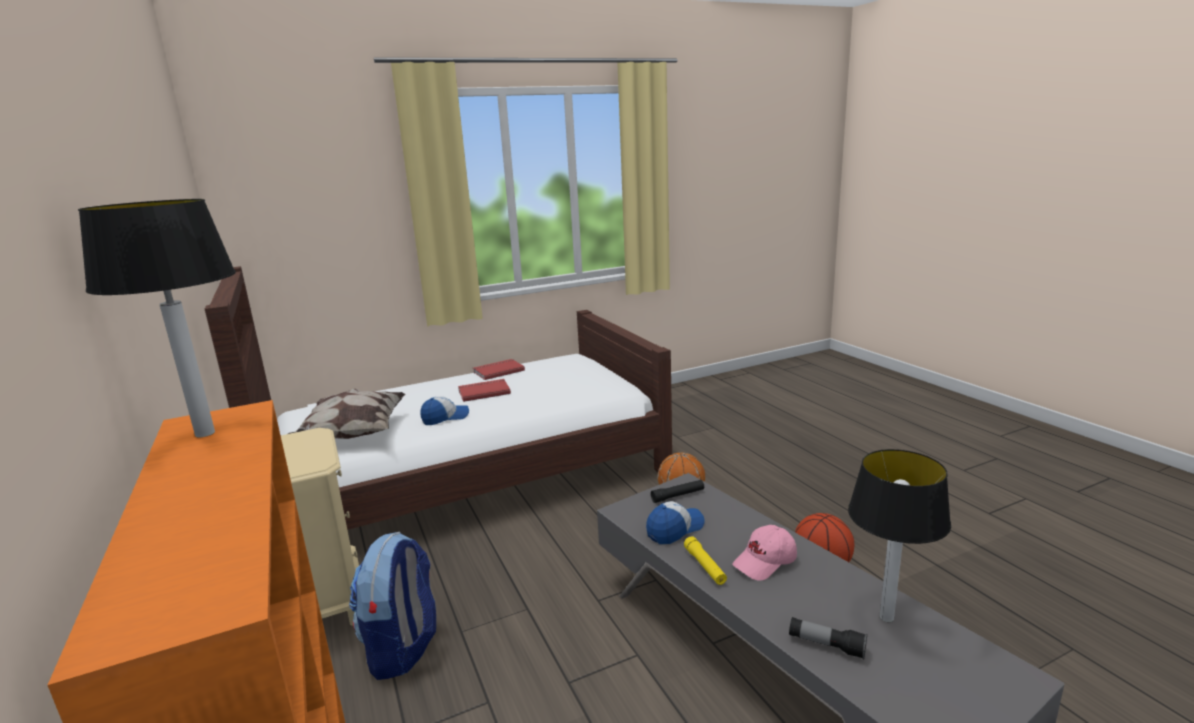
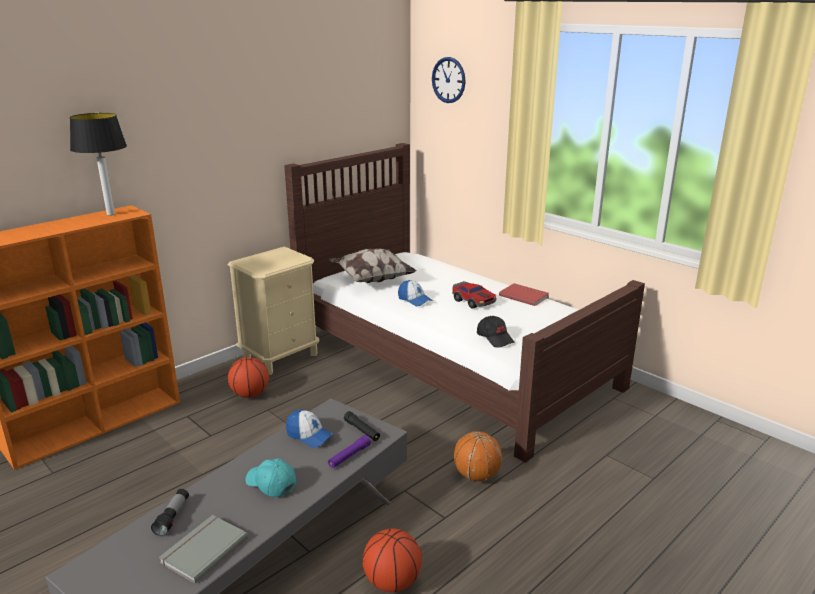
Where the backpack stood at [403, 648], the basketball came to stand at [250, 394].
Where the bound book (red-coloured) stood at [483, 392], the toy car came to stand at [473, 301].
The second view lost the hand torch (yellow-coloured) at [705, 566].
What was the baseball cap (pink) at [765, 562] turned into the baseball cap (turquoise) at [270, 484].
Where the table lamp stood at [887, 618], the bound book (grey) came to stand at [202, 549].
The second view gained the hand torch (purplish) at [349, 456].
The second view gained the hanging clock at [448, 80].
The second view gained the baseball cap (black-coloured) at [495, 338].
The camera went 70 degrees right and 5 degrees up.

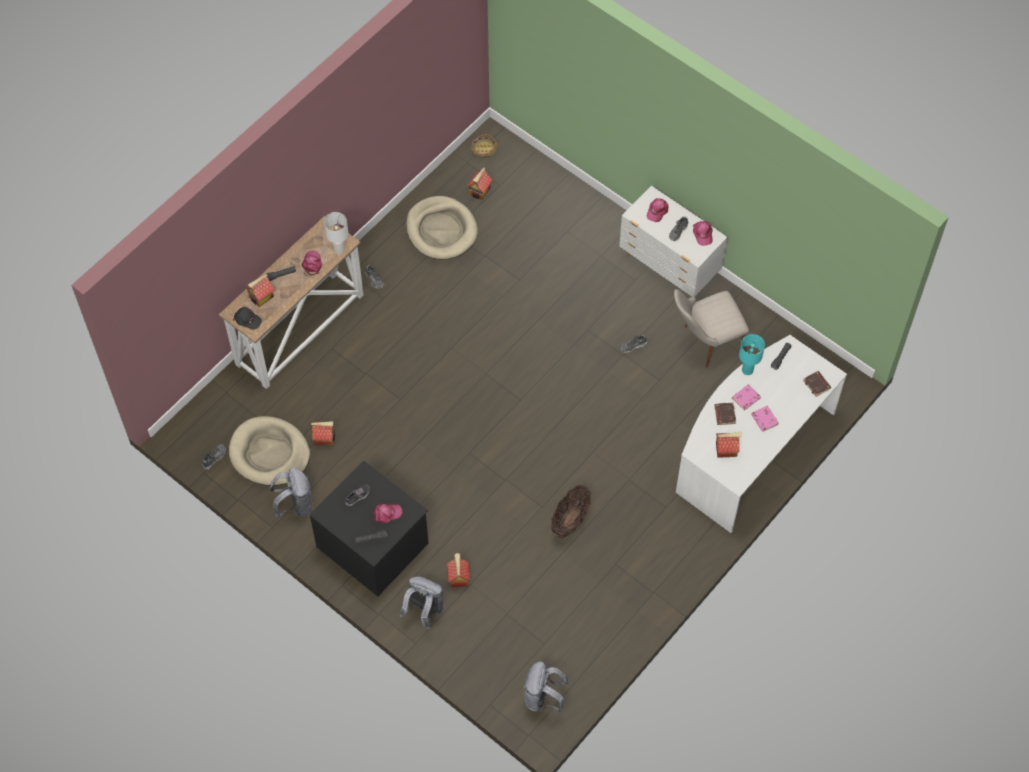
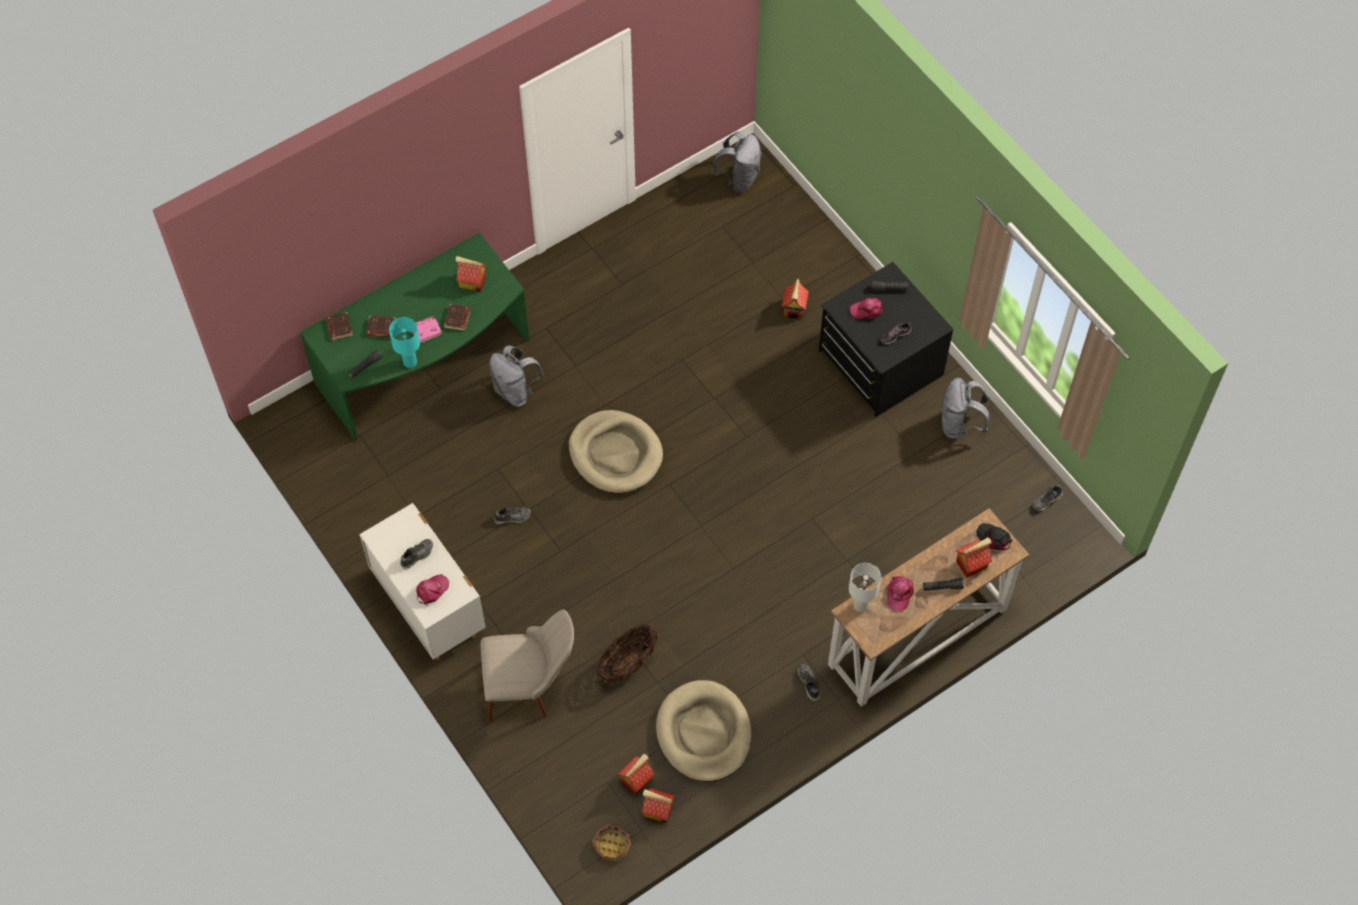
The dog cushion (beige) ended up elsewhere, having gone from [269, 453] to [615, 454].
The model house ended up elsewhere, having gone from [325, 437] to [657, 810].
The backpack (grey) ended up elsewhere, having gone from [424, 611] to [516, 391].
The storage basket ended up elsewhere, having gone from [570, 520] to [627, 663].
The chair (beige) ended up elsewhere, having gone from [705, 343] to [529, 686].
What was the desk (white) at [751, 449] turned into the desk (green-coloured) at [426, 366].
The second view lost the baseball cap (pink) at [702, 234].
The second view lost the bound book (pink) at [764, 419].
The second view gained the bound book (brownish) at [381, 328].
The camera went 165 degrees left and 0 degrees up.

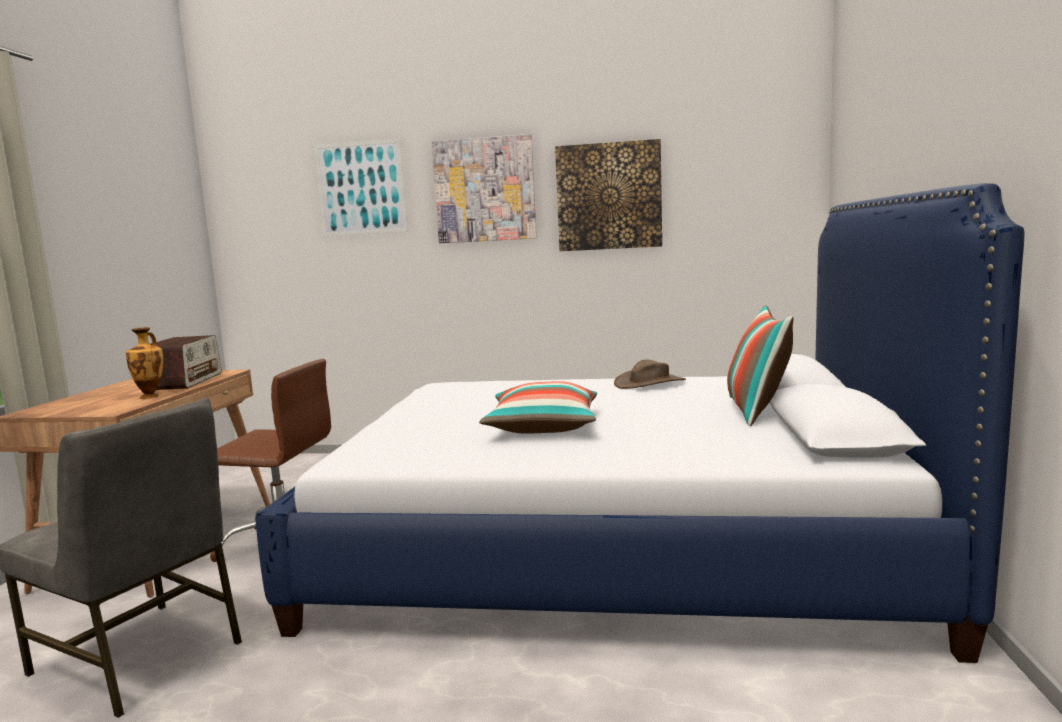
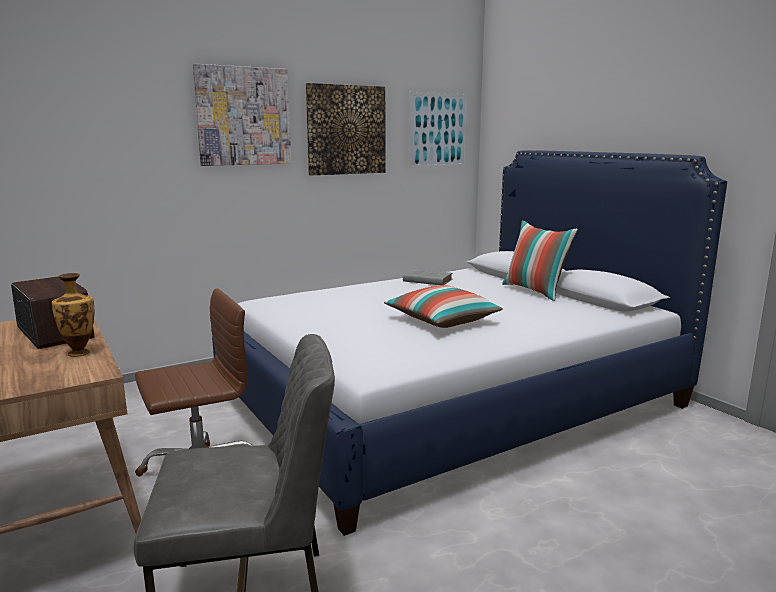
The wall art ended up elsewhere, having gone from [361, 188] to [438, 130].
Where the clothing hat (brownish) stood at [649, 383], the bound book (grey) came to stand at [426, 280].
The camera went 40 degrees left and 5 degrees up.

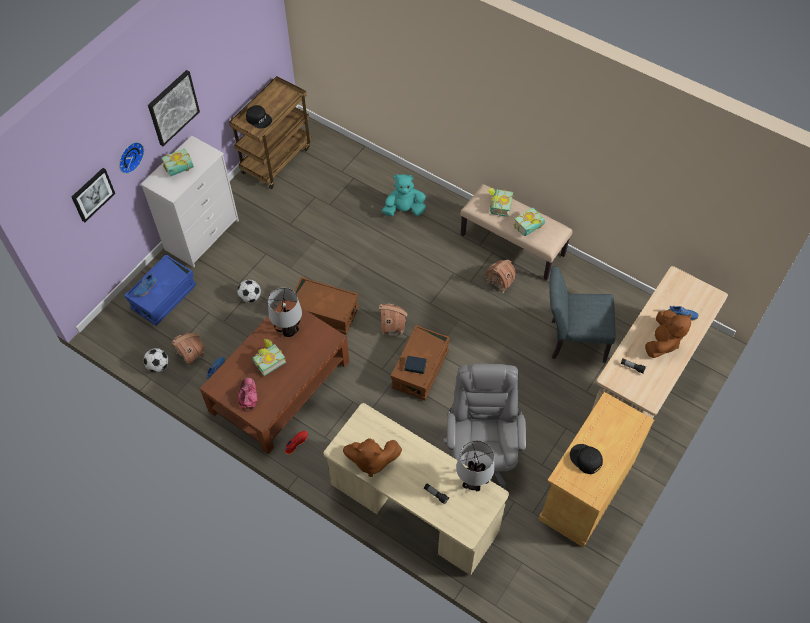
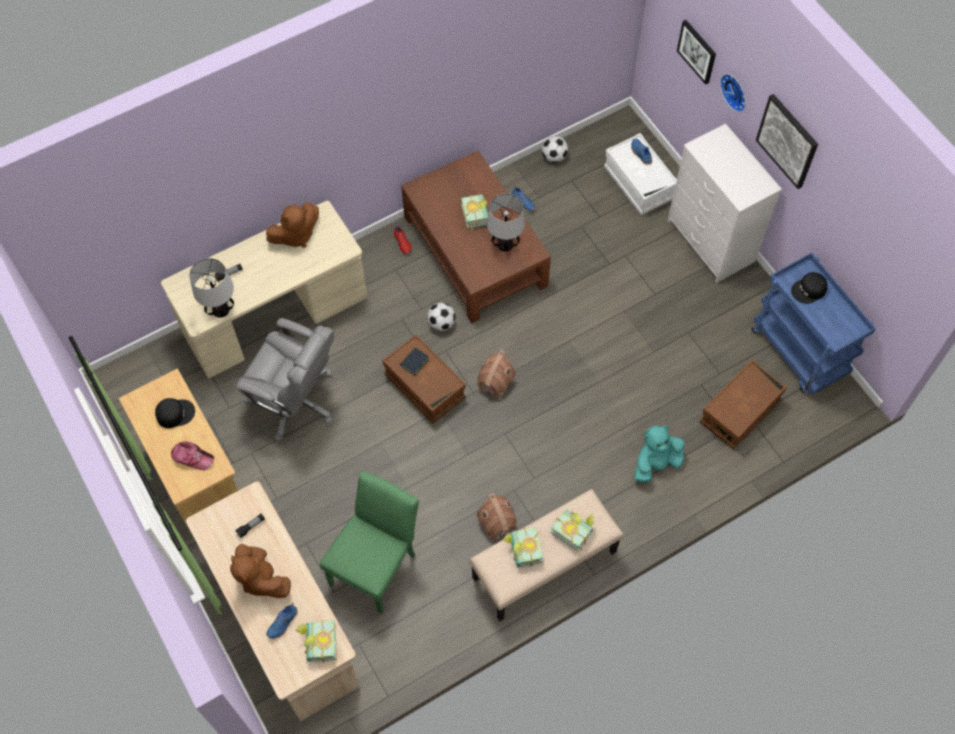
What was the storage bin (bluish) at [164, 297] turned into the storage bin (white) at [638, 183].
The bound book ended up elsewhere, having gone from [180, 170] to [317, 644].
The second view lost the model house at [191, 353].
What was the cart (brownish) at [276, 159] turned into the cart (bluish) at [800, 352].
The football ball ended up elsewhere, having gone from [250, 297] to [441, 323].
The baseball cap ended up elsewhere, having gone from [248, 396] to [192, 457].
The storage bin (brownish) ended up elsewhere, having gone from [324, 313] to [739, 412].
The soft toy (brownish) at [371, 461] ended up facing another way, 150 degrees counterclockwise from before.
The soft toy (turquoise) at [404, 210] ended up facing another way, 135 degrees counterclockwise from before.
What was the chair (grey) at [572, 340] turned into the chair (green-coloured) at [377, 564].
The camera went 115 degrees right and 5 degrees up.

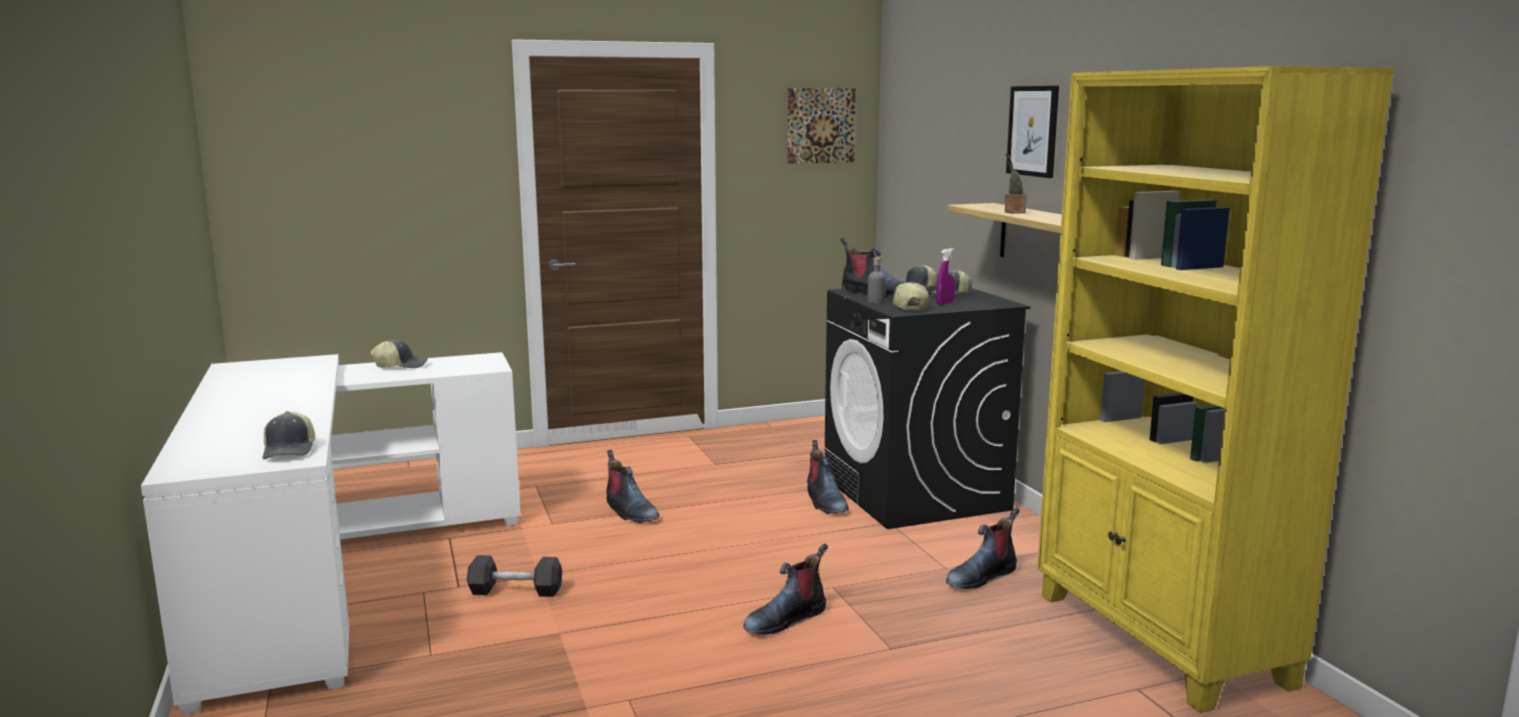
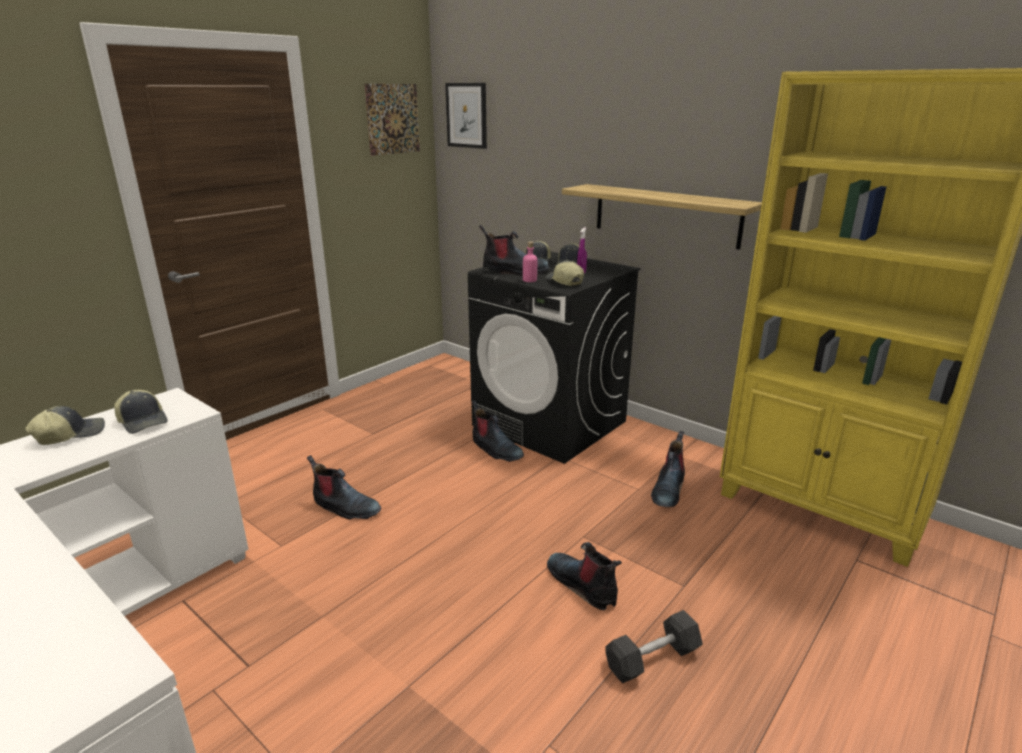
The baseball cap ended up elsewhere, having gone from [290, 450] to [144, 421].
The free weight (grey) ended up elsewhere, having gone from [515, 591] to [652, 659].
The high-top boot at [785, 619] ended up facing another way, 120 degrees clockwise from before.
What was the drink bottle (grey) at [875, 302] turned into the drink bottle (pink) at [529, 280].
The second view lost the houseplant at [1013, 212].
The wall art ended up elsewhere, having gone from [1033, 131] to [467, 115].
The camera went 30 degrees left and 10 degrees up.

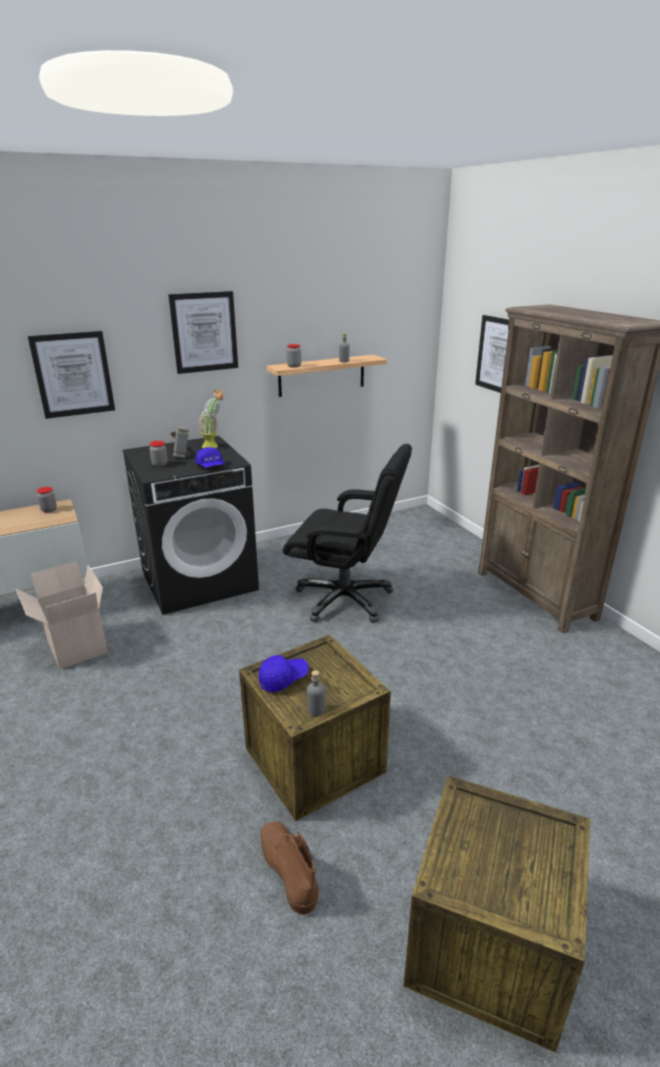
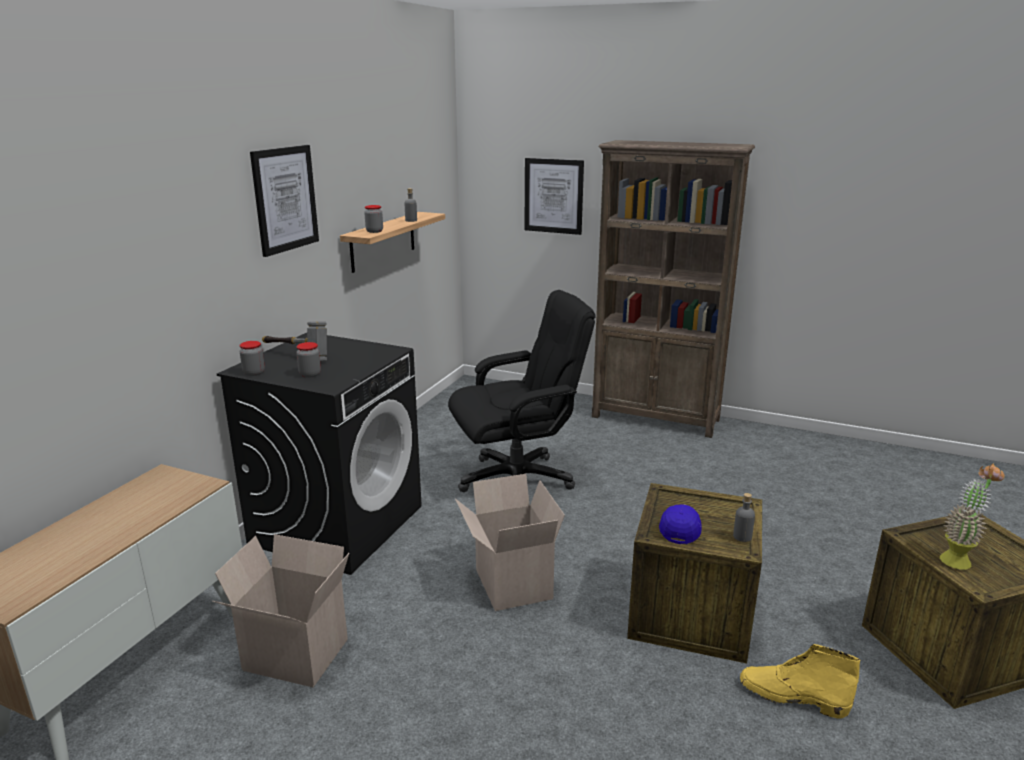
The second view lost the wall art at [73, 374].
The preserve jar ended up elsewhere, having gone from [49, 510] to [254, 373].
The second view lost the baseball cap (bluish) at [211, 466].
The houseplant ended up elsewhere, having gone from [214, 446] to [959, 558].
What was the high-top boot (brownish) at [287, 868] turned into the high-top boot (yellow-coloured) at [792, 697].
The second view gained the cardboard box at [510, 583].
The camera went 40 degrees left and 5 degrees down.

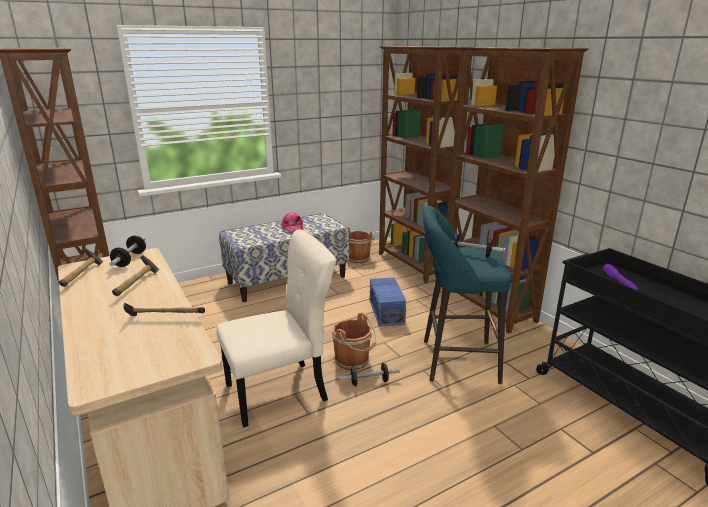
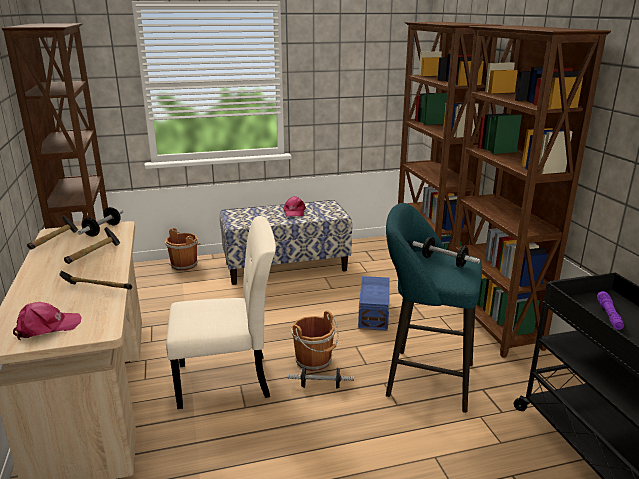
The pail (brownish) ended up elsewhere, having gone from [358, 258] to [185, 264].
The second view gained the baseball cap (pink) at [47, 327].
The camera went 15 degrees right and 0 degrees up.

